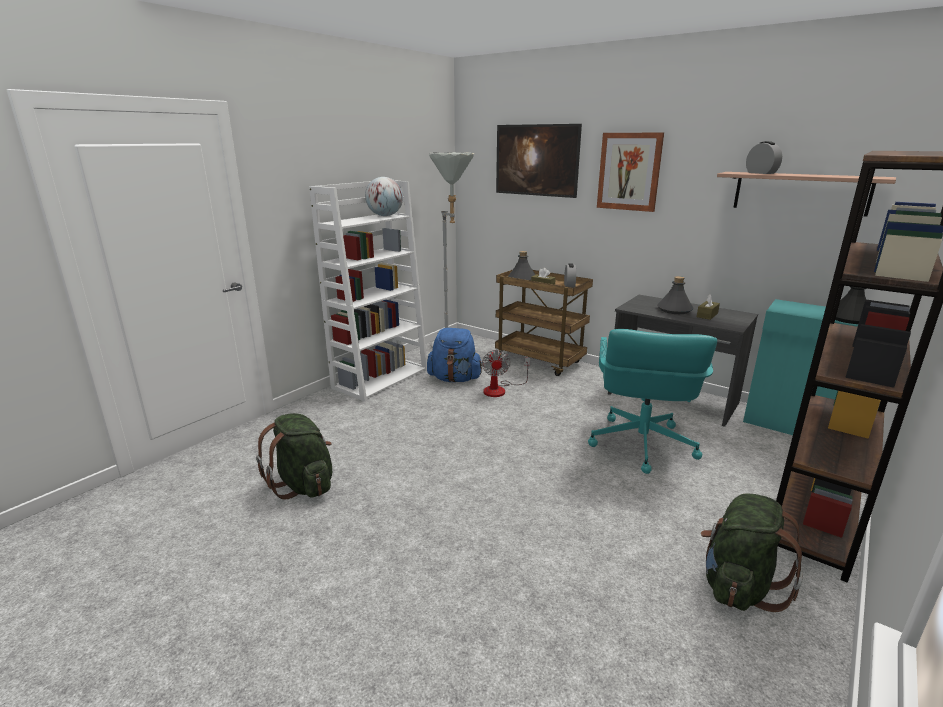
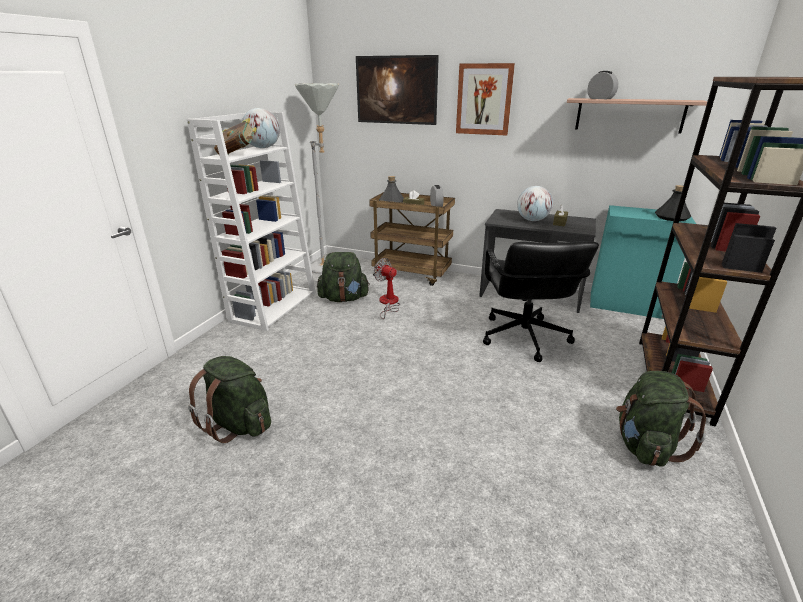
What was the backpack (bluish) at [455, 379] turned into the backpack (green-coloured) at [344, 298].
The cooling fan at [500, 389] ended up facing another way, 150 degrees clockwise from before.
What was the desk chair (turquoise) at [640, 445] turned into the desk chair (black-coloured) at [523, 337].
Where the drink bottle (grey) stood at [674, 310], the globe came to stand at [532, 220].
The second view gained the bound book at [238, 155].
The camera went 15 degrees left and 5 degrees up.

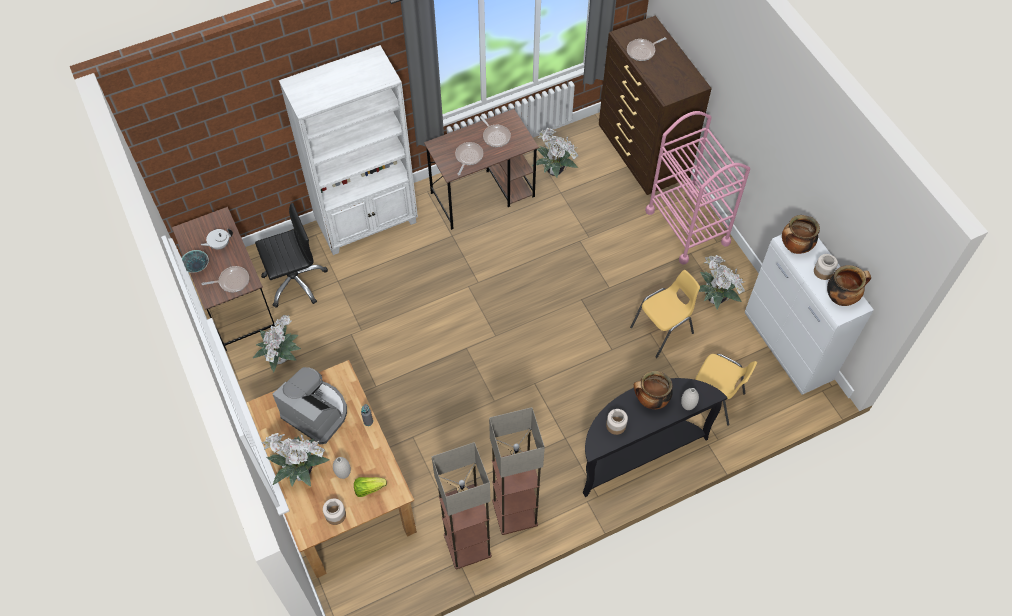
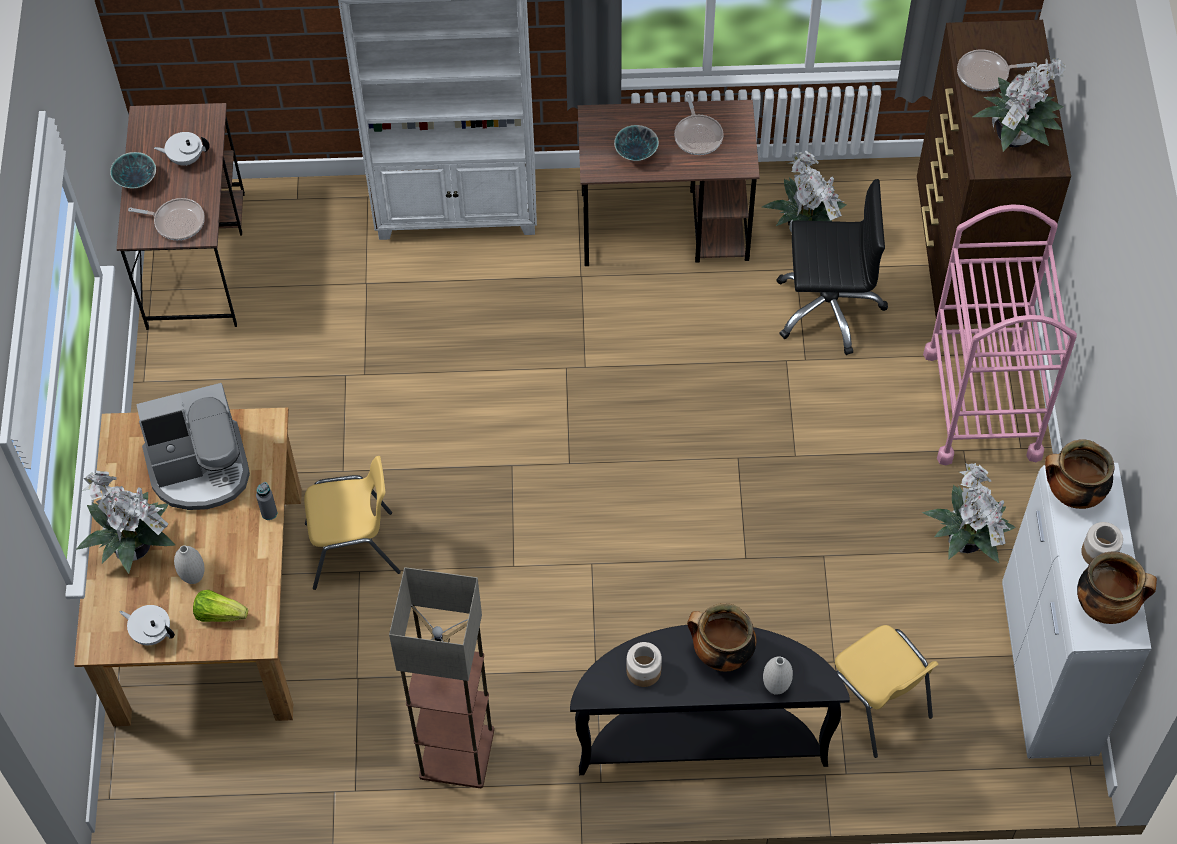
The houseplant ended up elsewhere, having gone from [281, 356] to [1015, 137].
The desk chair (black-coloured) ended up elsewhere, having gone from [295, 281] to [828, 307].
The coffee brewer at [316, 412] ended up facing another way, 105 degrees clockwise from before.
Where the preserve jar stood at [335, 515], the teapot (white) came to stand at [152, 633].
The second view lost the floor lamp at [468, 545].
Where the skillet stood at [468, 157], the serving bowl came to stand at [635, 154].
The chair (yellow-coloured) ended up elsewhere, having gone from [663, 330] to [354, 549].
The camera went 25 degrees right and 0 degrees up.

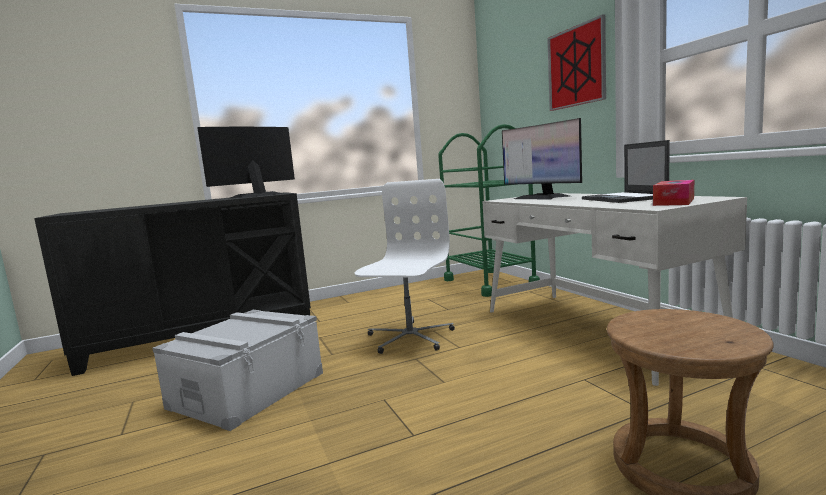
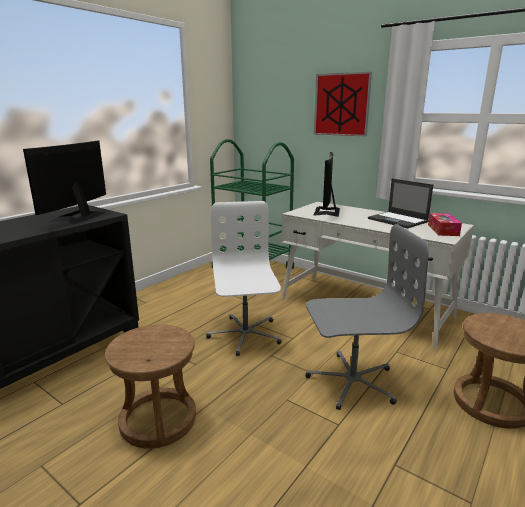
Where the storage bin (grey) stood at [247, 390], the stool (brownish) came to stand at [158, 420].
The monitor at [541, 197] ended up facing another way, 75 degrees clockwise from before.
The second view gained the desk chair (grey) at [351, 381].
The camera went 30 degrees left and 10 degrees up.

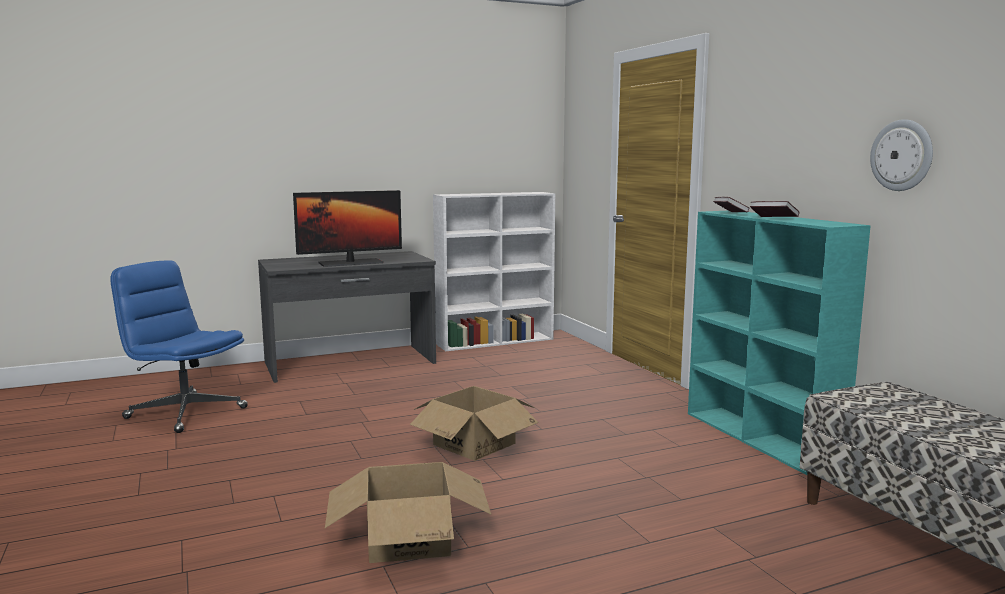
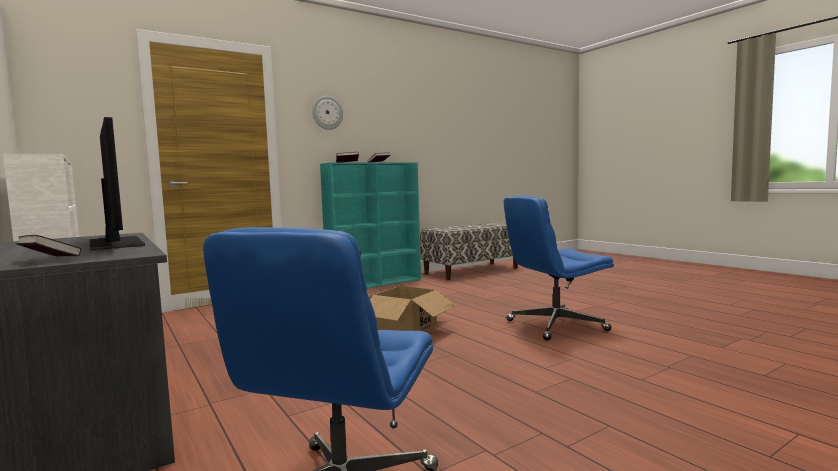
Where the cardboard box stood at [409, 539], the desk chair (bluish) came to stand at [555, 326].
The hanging clock ended up elsewhere, having gone from [902, 155] to [327, 113].
The second view gained the bound book at [50, 260].
The camera went 100 degrees left and 5 degrees down.

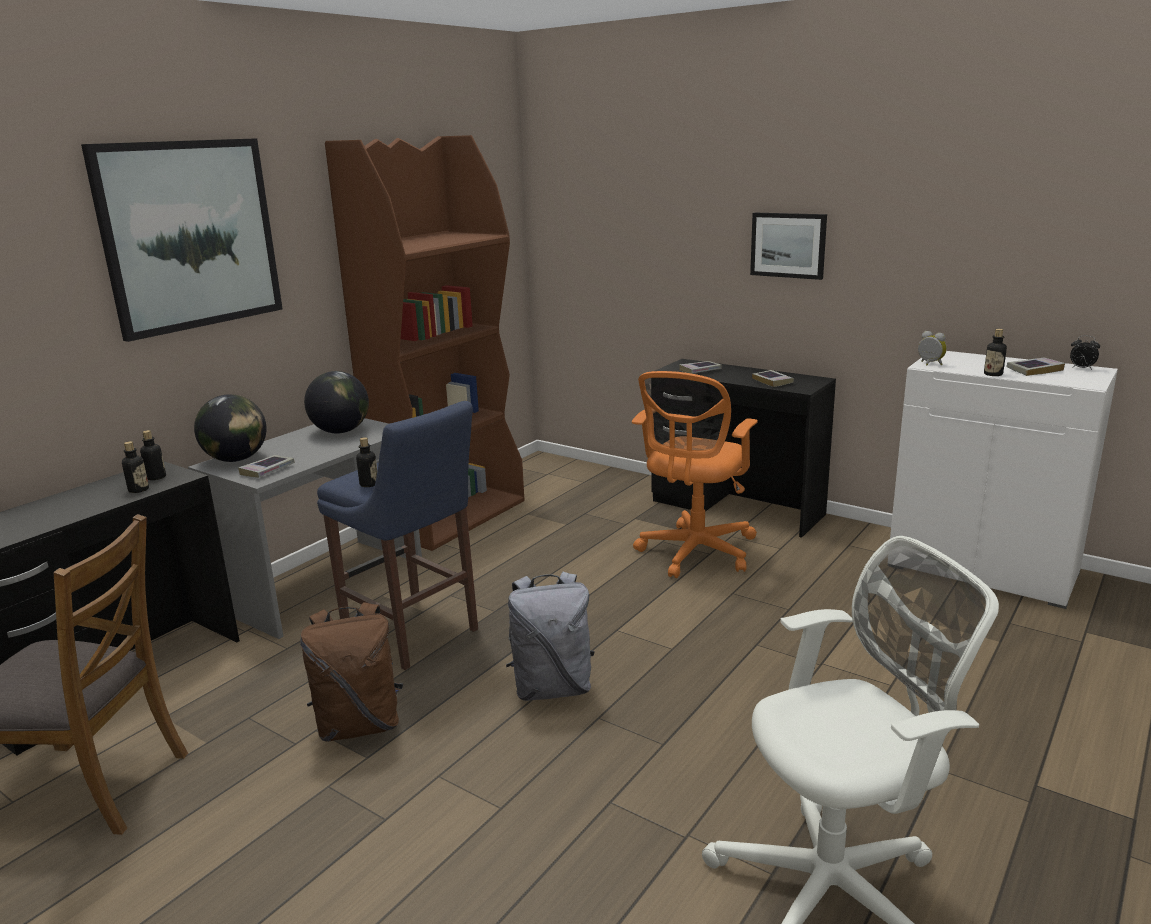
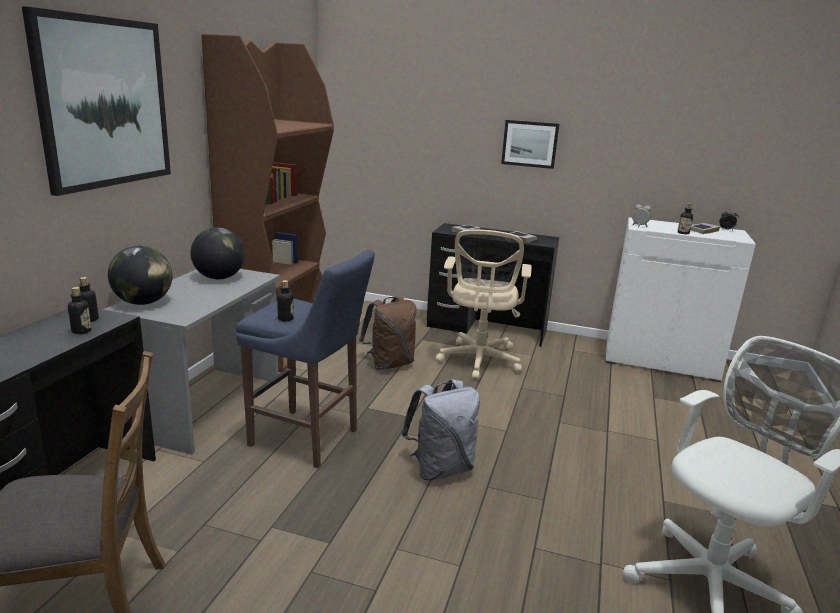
The second view lost the bound book at [267, 470].
The backpack (brownish) ended up elsewhere, having gone from [359, 725] to [389, 364].
What was the desk chair (orangey) at [694, 554] turned into the desk chair (beige) at [479, 362].
The camera went 20 degrees left and 0 degrees up.

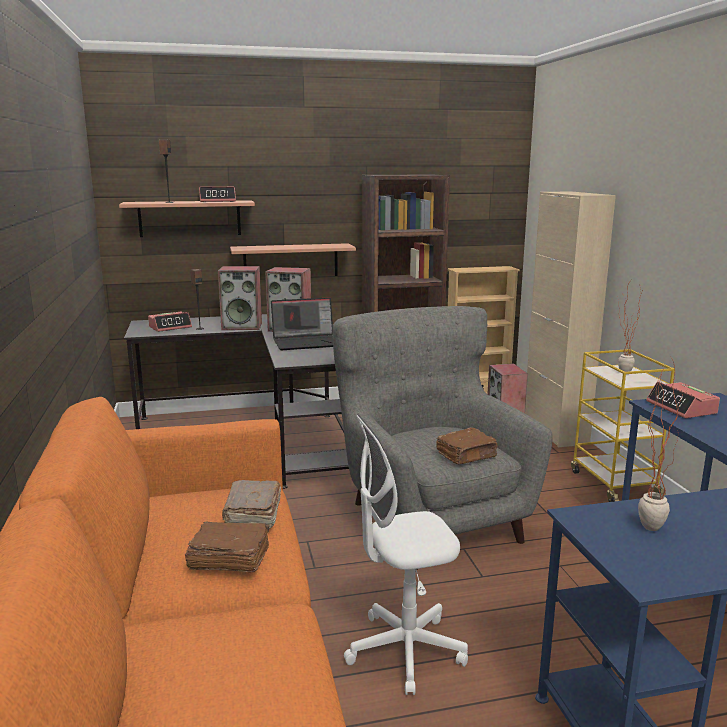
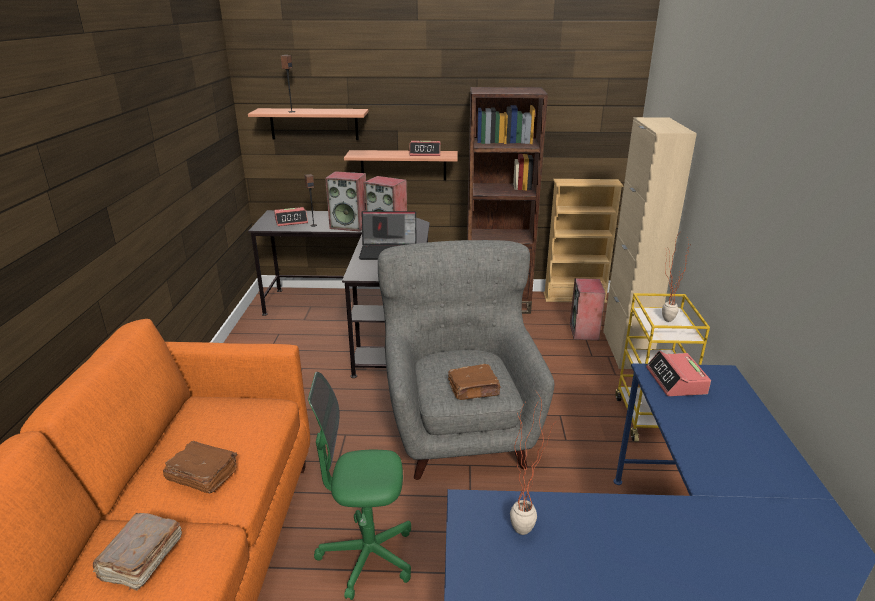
The bedside clock ended up elsewhere, having gone from [217, 201] to [425, 153].
The bound book (brownish) ended up elsewhere, having gone from [252, 517] to [141, 560].
What was the desk chair (white) at [405, 651] turned into the desk chair (green-coloured) at [367, 556].
The camera went 15 degrees right and 10 degrees up.

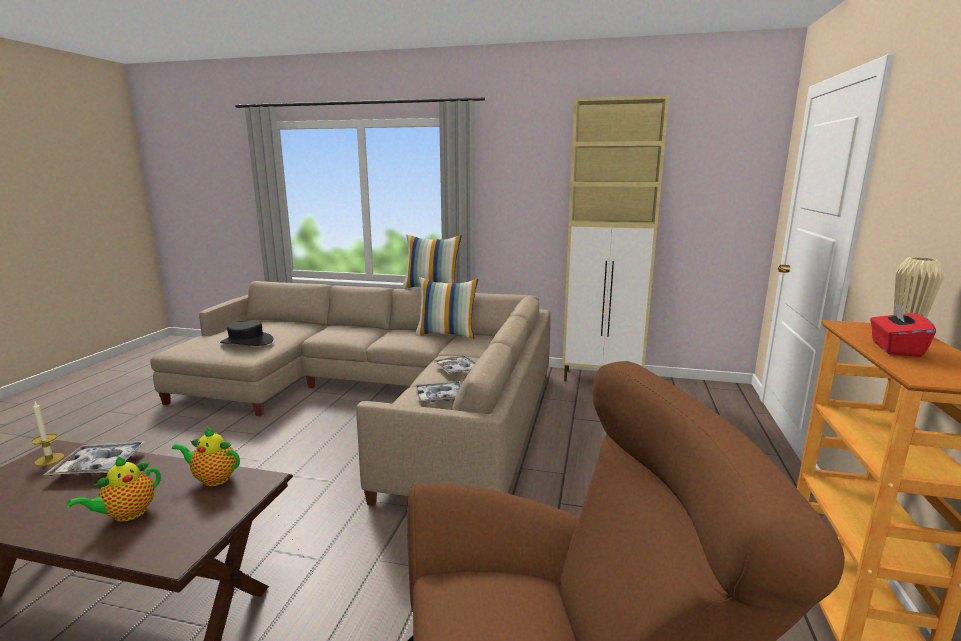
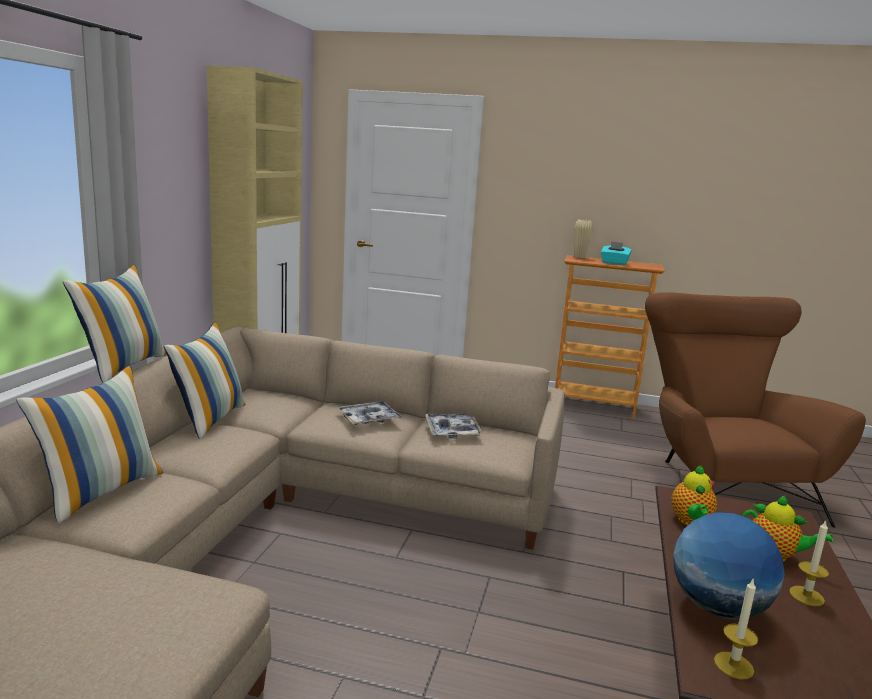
Where the serving tray stood at [99, 466], the globe came to stand at [717, 608].
The second view lost the clothing hat (black-coloured) at [246, 341].
What was the tissue box (red-coloured) at [895, 349] turned into the tissue box (turquoise) at [614, 263].
The second view gained the pillow at [101, 491].
The second view gained the candle at [806, 596].
The camera went 90 degrees left and 0 degrees up.

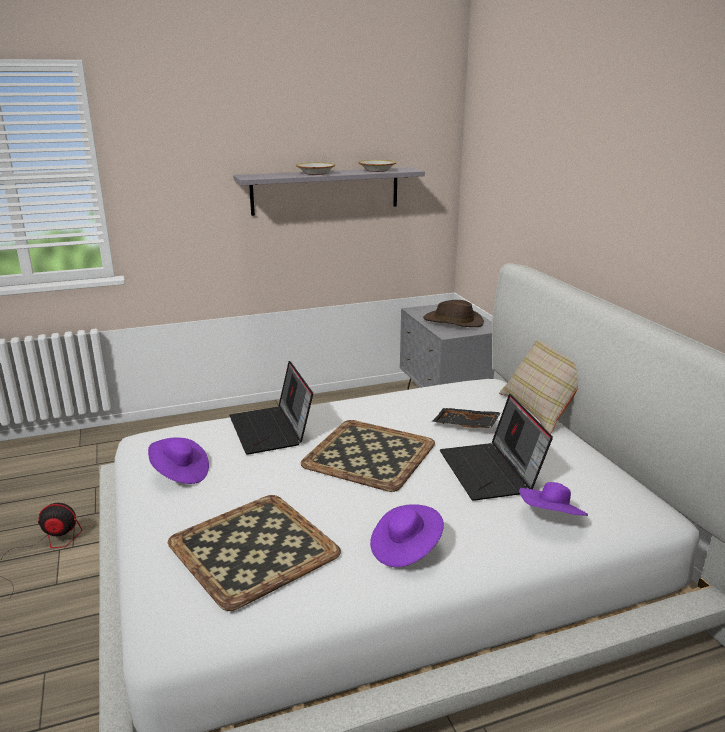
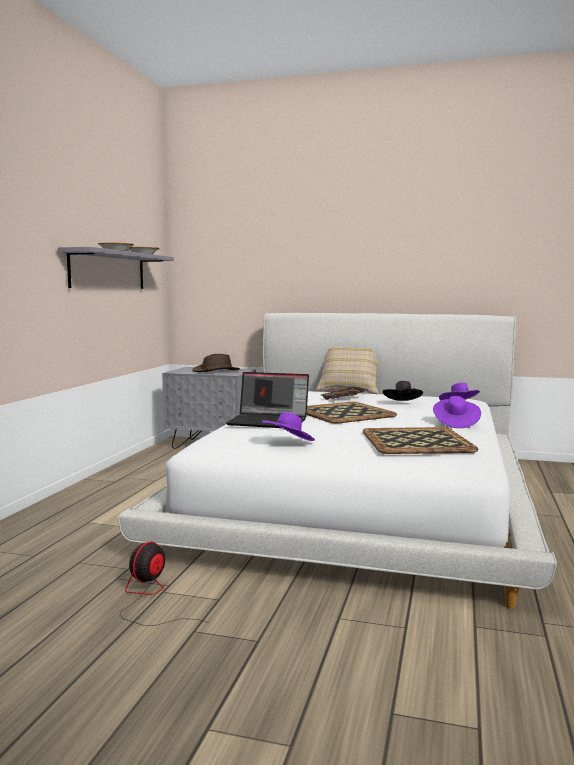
Where the laptop stood at [491, 472], the clothing hat (black-coloured) came to stand at [403, 403].
The camera went 55 degrees left and 15 degrees down.

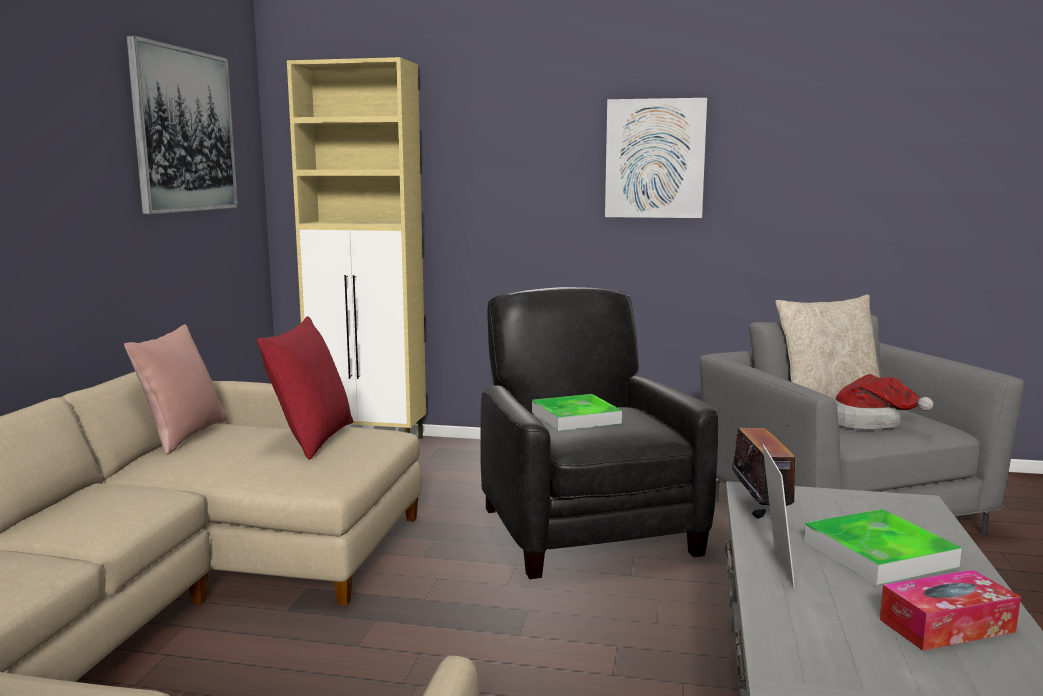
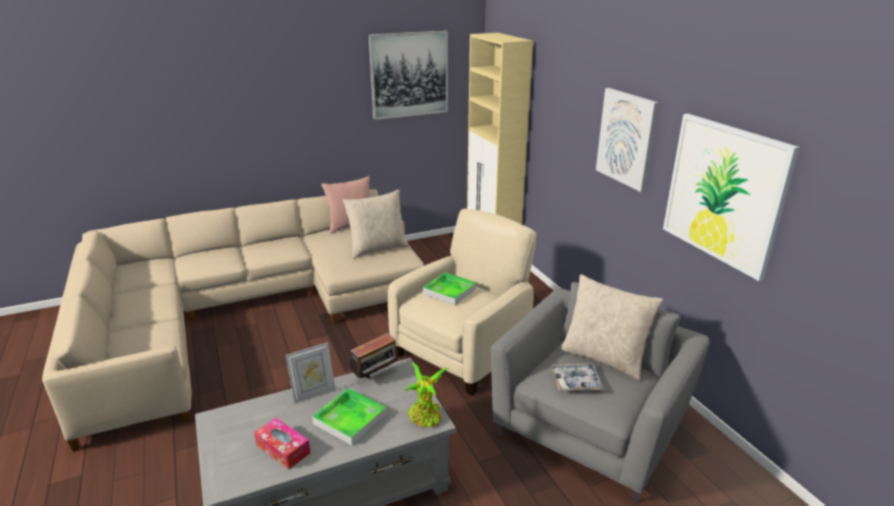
What was the pillow (red-coloured) at [311, 439] turned into the pillow (beige) at [377, 248].
What was the easy chair (black-coloured) at [587, 529] turned into the easy chair (beige) at [463, 350].
Where the clothing hat stood at [870, 423], the serving tray came to stand at [576, 381].
The second view gained the houseplant at [426, 418].
The second view gained the wall art at [724, 193].
The camera went 55 degrees right and 15 degrees up.

